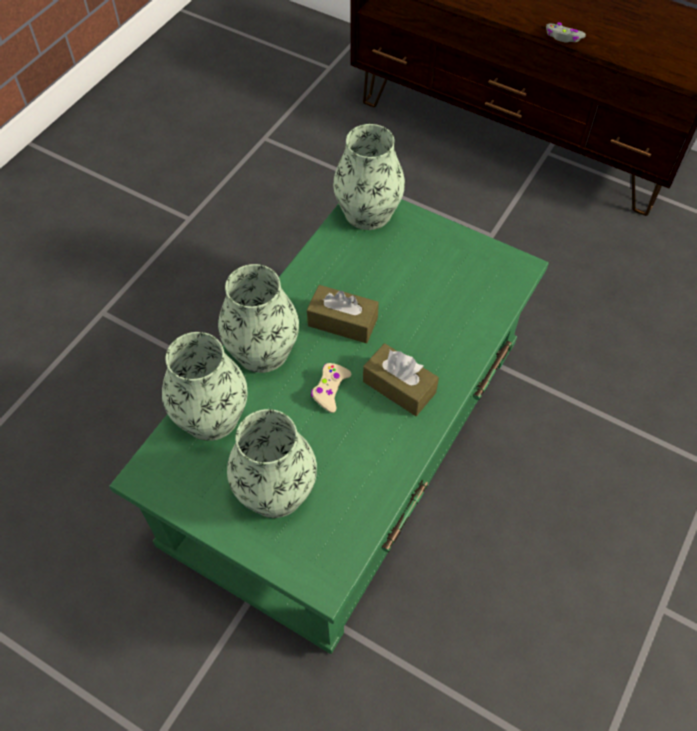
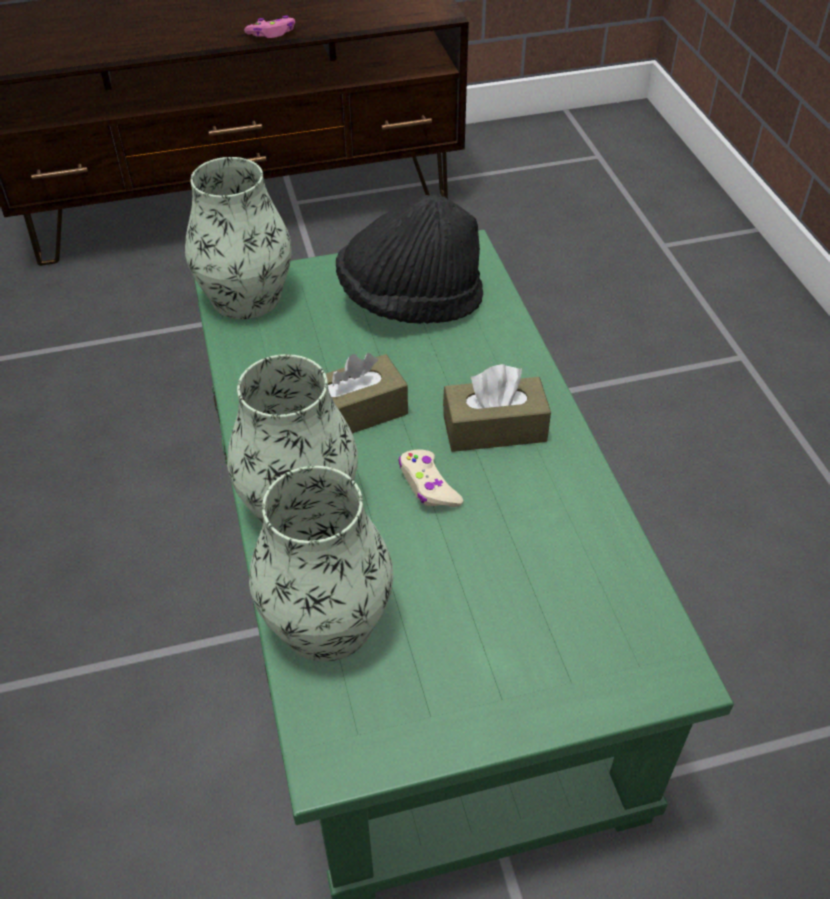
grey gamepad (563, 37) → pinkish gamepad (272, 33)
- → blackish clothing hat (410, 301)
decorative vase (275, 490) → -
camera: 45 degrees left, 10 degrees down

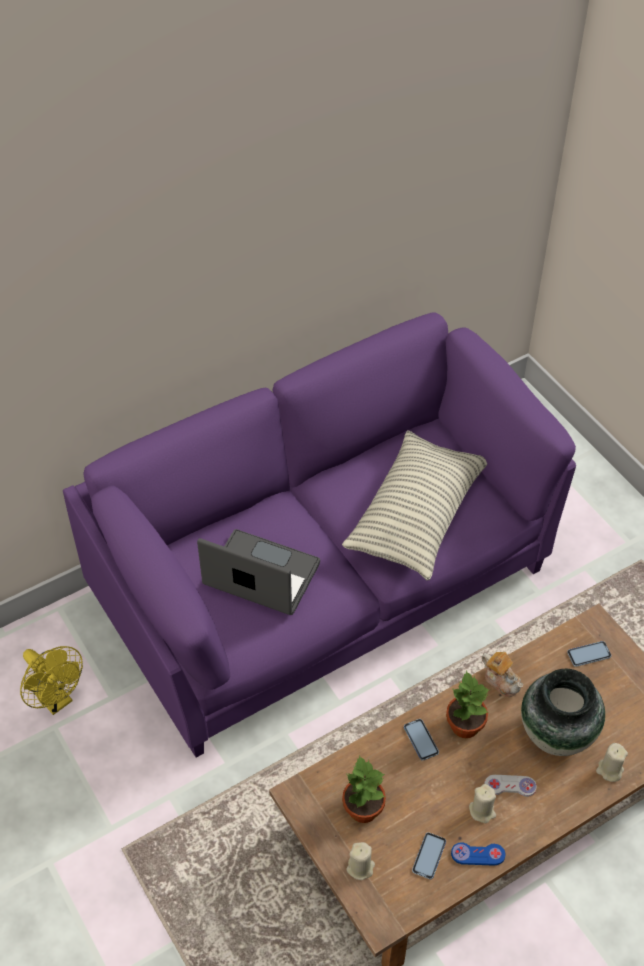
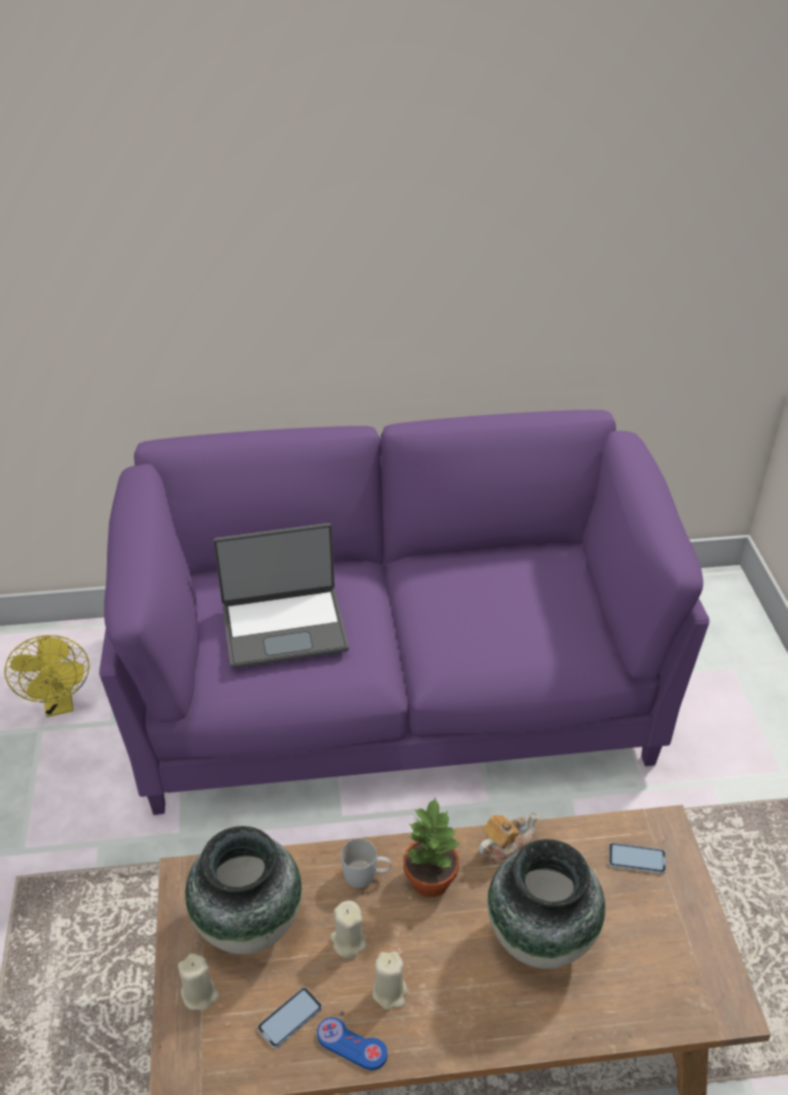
plant in a pot (362, 808) → decorative vase (248, 924)
laptop (260, 576) → laptop (284, 627), 120 degrees clockwise
beige candle (609, 770) → beige candle (348, 942), move
handset (421, 740) → white-coloured coffee mug (366, 875)
tea pot (501, 680) → tea pot (506, 846), 105 degrees counterclockwise
pillow (416, 517) → -
white-coloured gamepad (510, 786) → -
camera: 25 degrees right, 10 degrees down

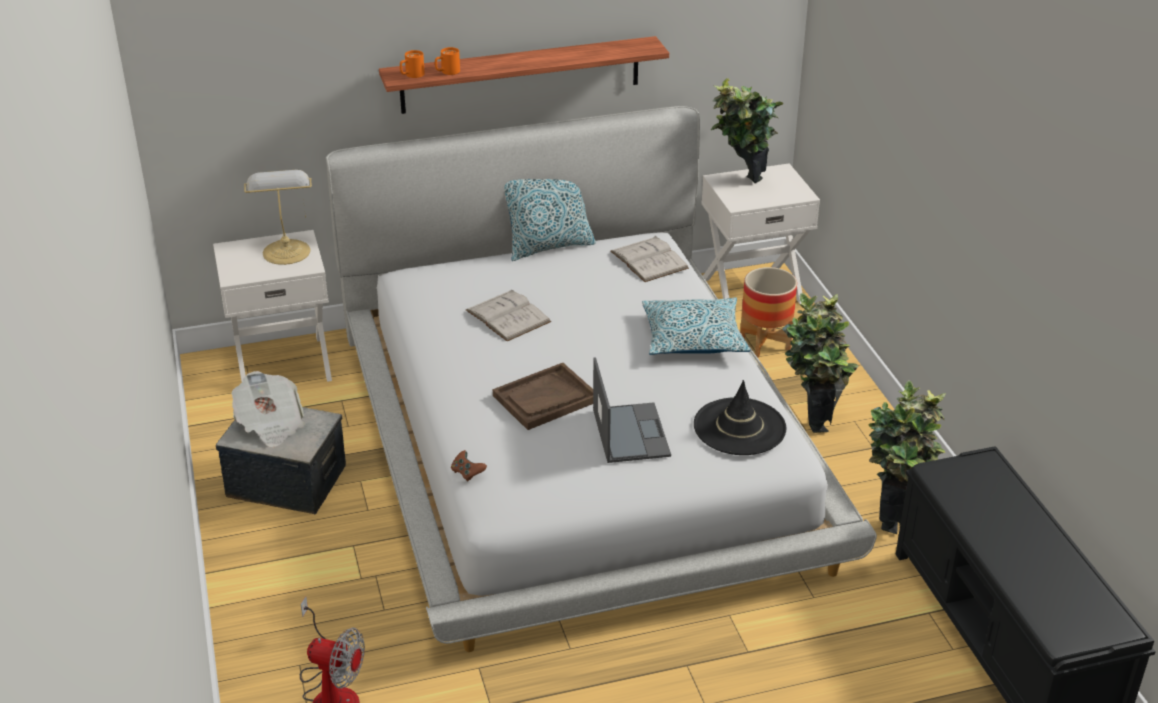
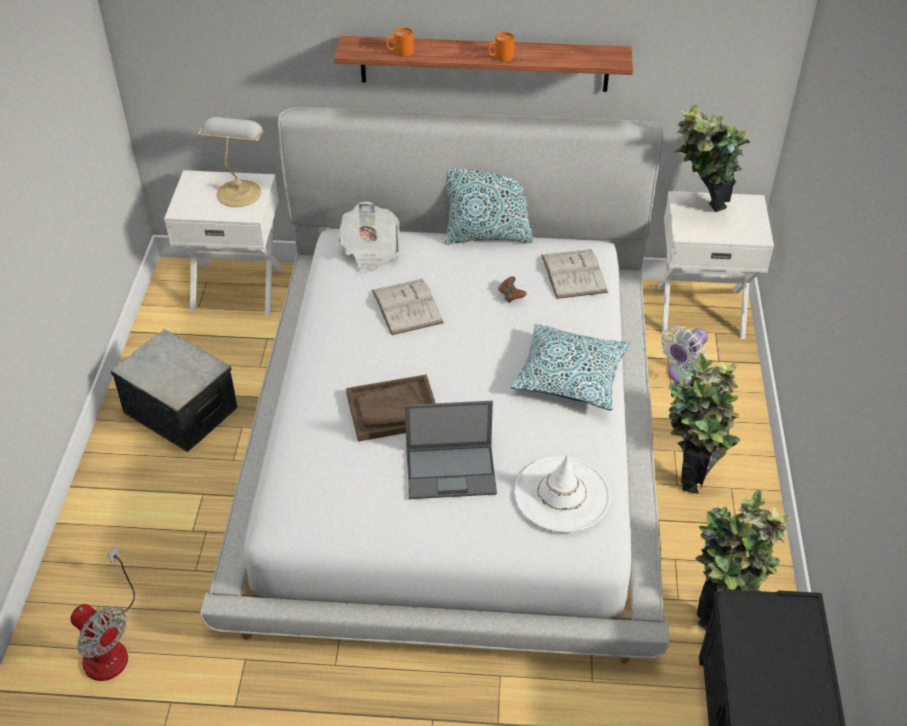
printed paper (270, 424) → printed paper (370, 251), move
laptop (630, 432) → laptop (452, 471), 75 degrees clockwise
orange coffee mug (411, 75) → orange coffee mug (500, 57), move
brown-coloured gamepad (467, 473) → brown-coloured gamepad (511, 295), move
blackish clothing hat (739, 427) → white-coloured clothing hat (561, 494)
planter (765, 343) → white-coloured fan (684, 375)
camera: 20 degrees right, 10 degrees up

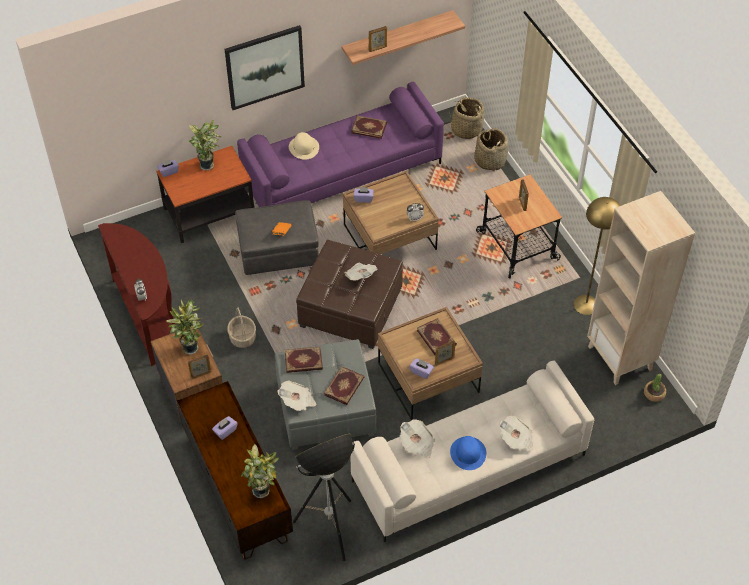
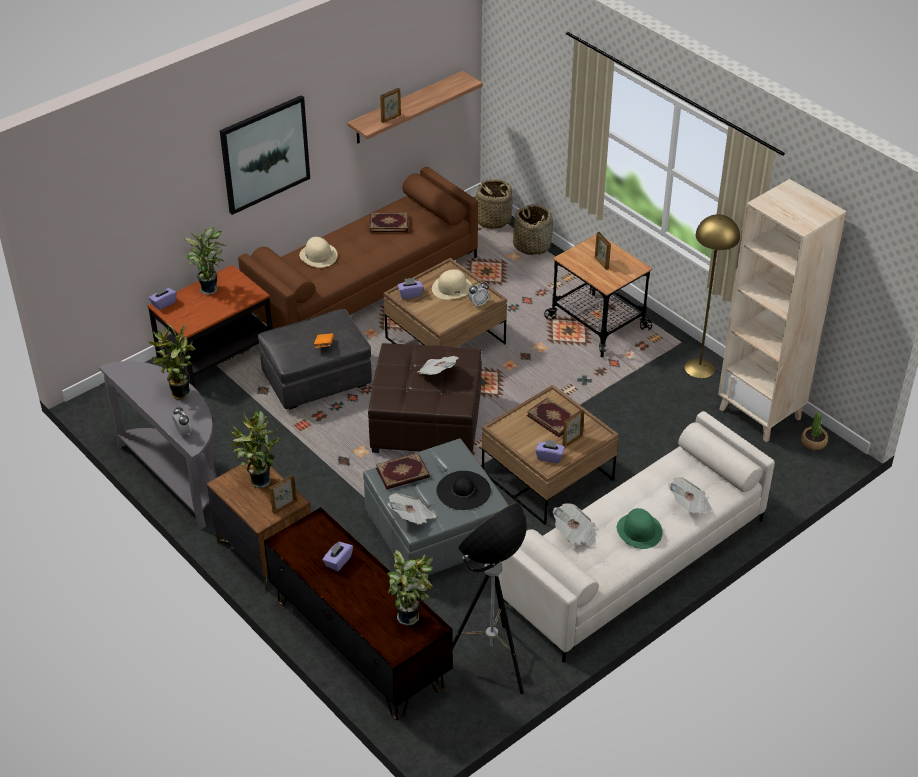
brown-coloured hall table (148, 316) → grey hall table (177, 477)
- → plant in a pot (178, 393)
purple-coloured sofa (342, 172) → brown-coloured sofa (364, 286)
- → beige clothing hat (452, 288)
book (344, 387) → blackish clothing hat (463, 490)
bluish clothing hat (468, 453) → green clothing hat (639, 530)
household basket (242, 337) → -
camera: 15 degrees left, 10 degrees down

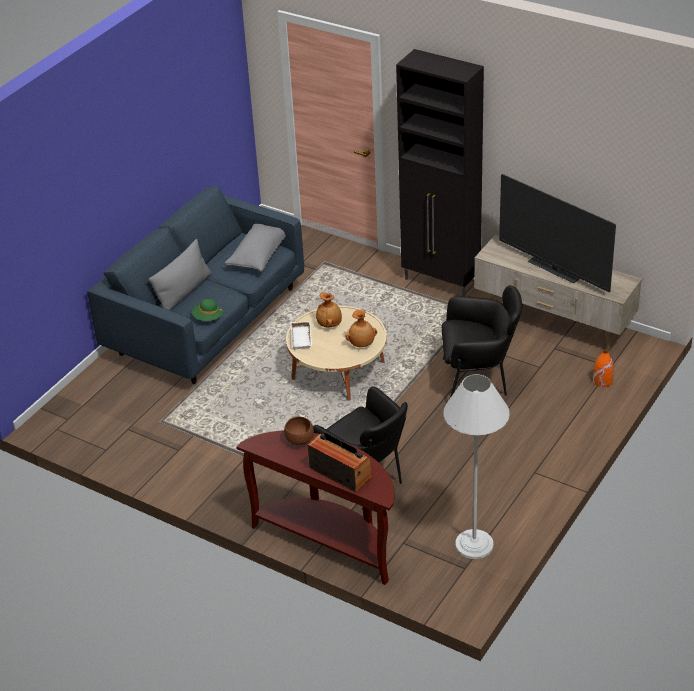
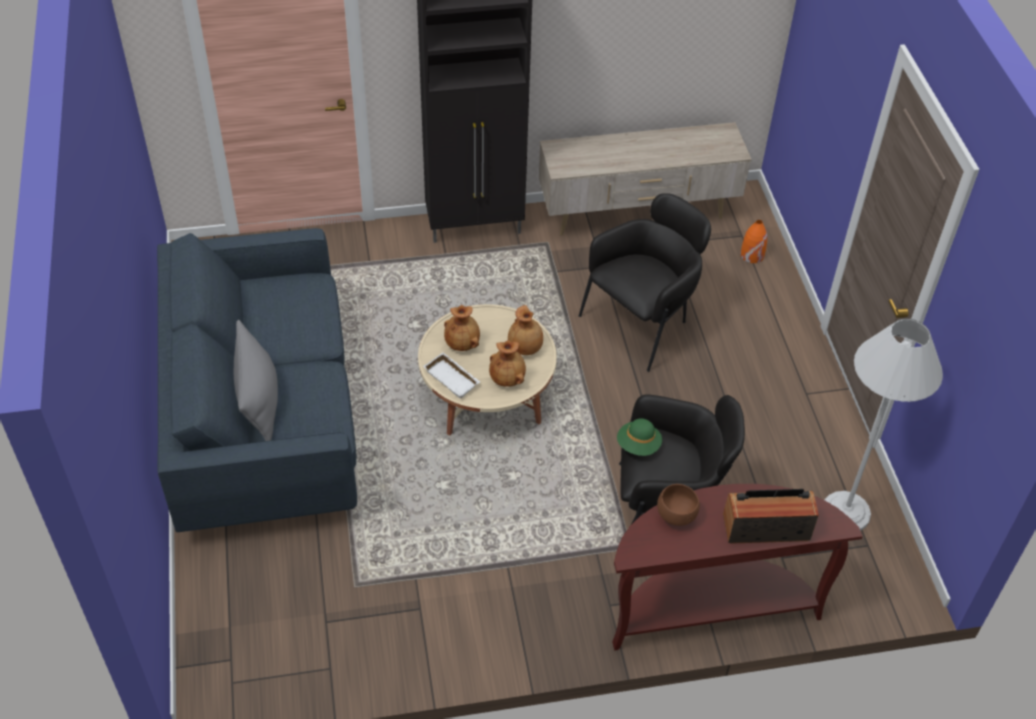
- → brown-coloured decorative vase (507, 378)
green clothing hat (208, 318) → green clothing hat (638, 445), move
grey pillow (259, 255) → -
television (554, 270) → -
camera: 45 degrees left, 10 degrees up

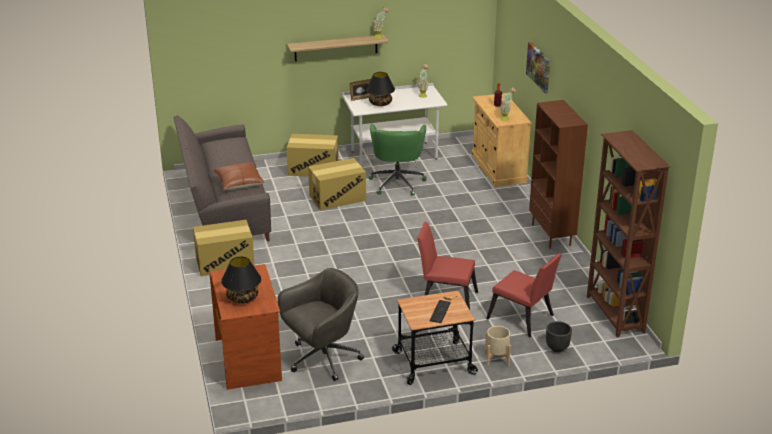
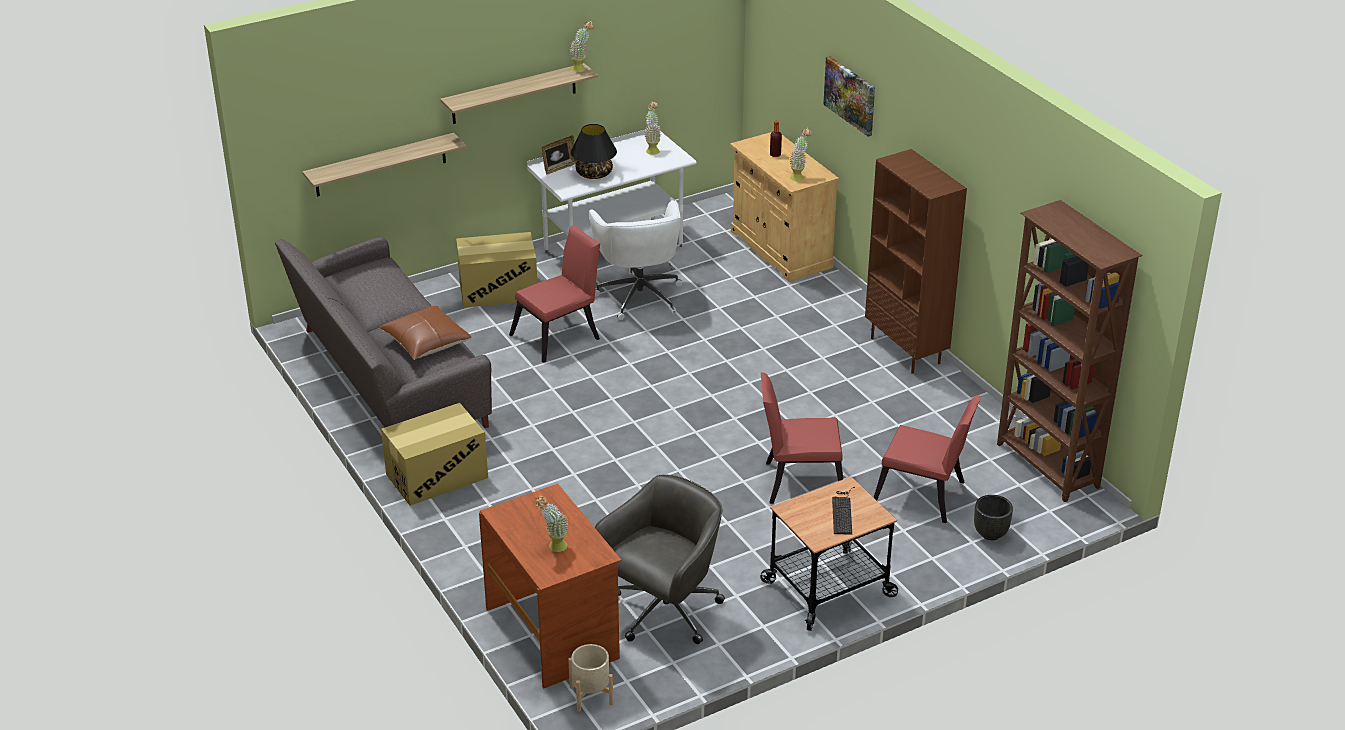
- → shelf (380, 165)
carton (337, 198) → red upright chair (560, 335)
blackish lamp for a table (242, 298) → plant in a pot (553, 547)
beige planter (497, 359) → beige planter (591, 695), move
green desk chair (397, 182) → white-coloured desk chair (639, 295)
camera: 15 degrees left, 5 degrees up

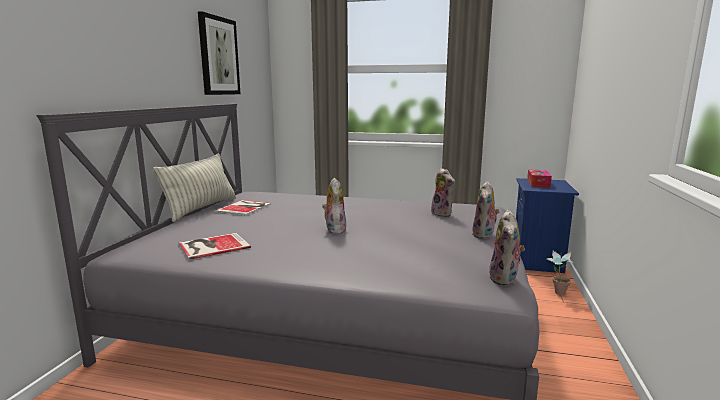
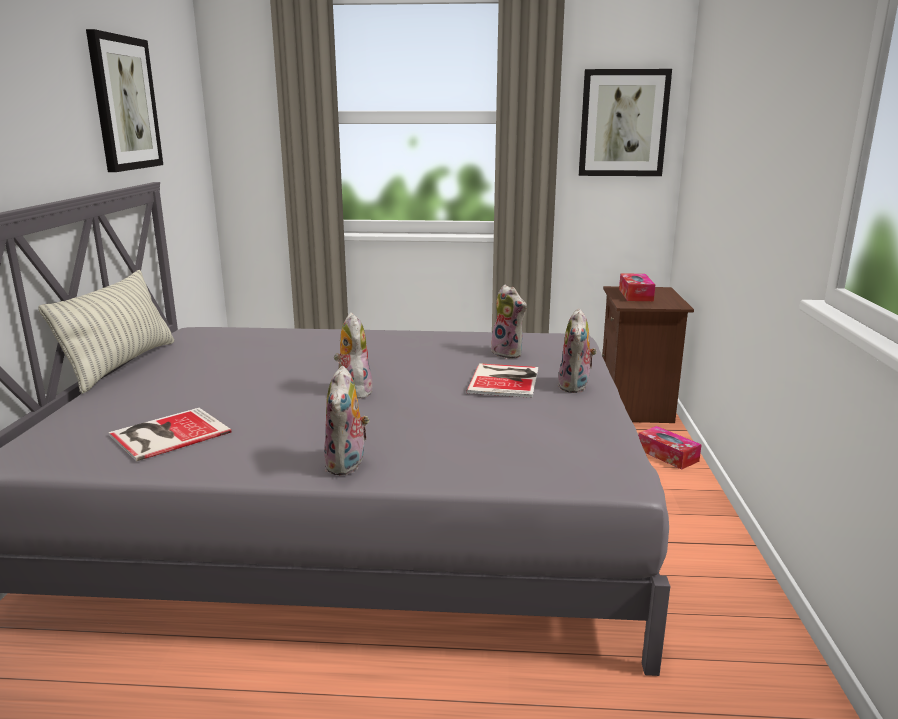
plush toy (505, 279) → plush toy (348, 465), move
book (245, 208) → book (506, 380), move
- → wall art (623, 123)
bluish night table (538, 261) → brown-coloured night table (637, 407)
plant in a pot (556, 293) → tissue holder (667, 455)
camera: 10 degrees left, 5 degrees up

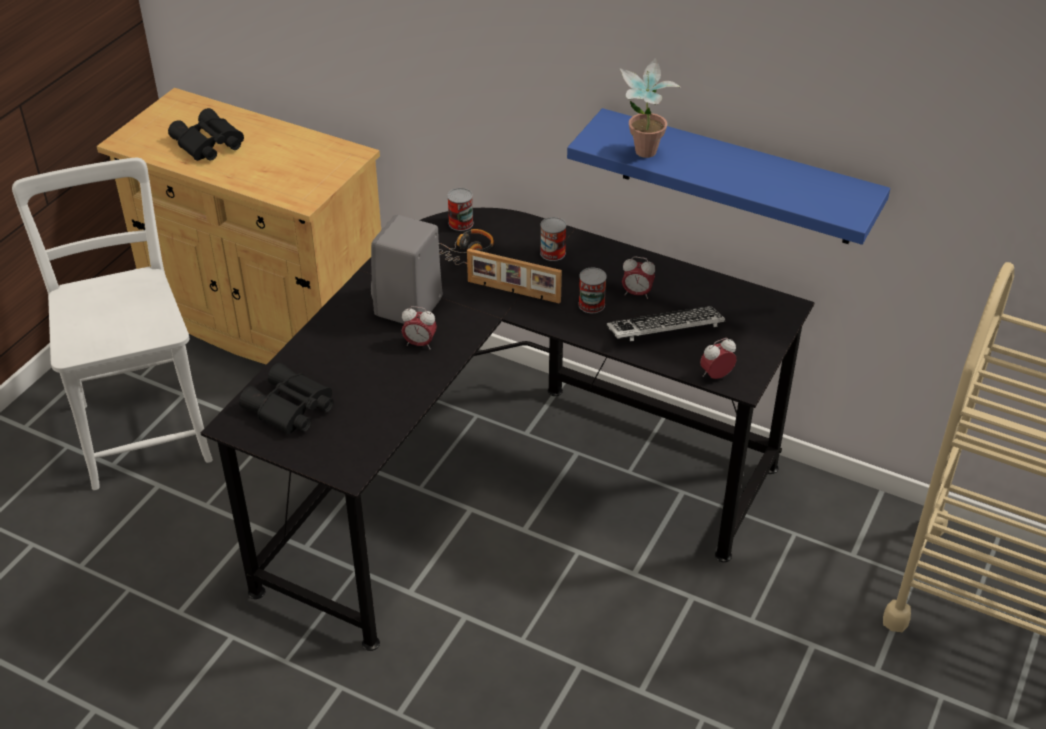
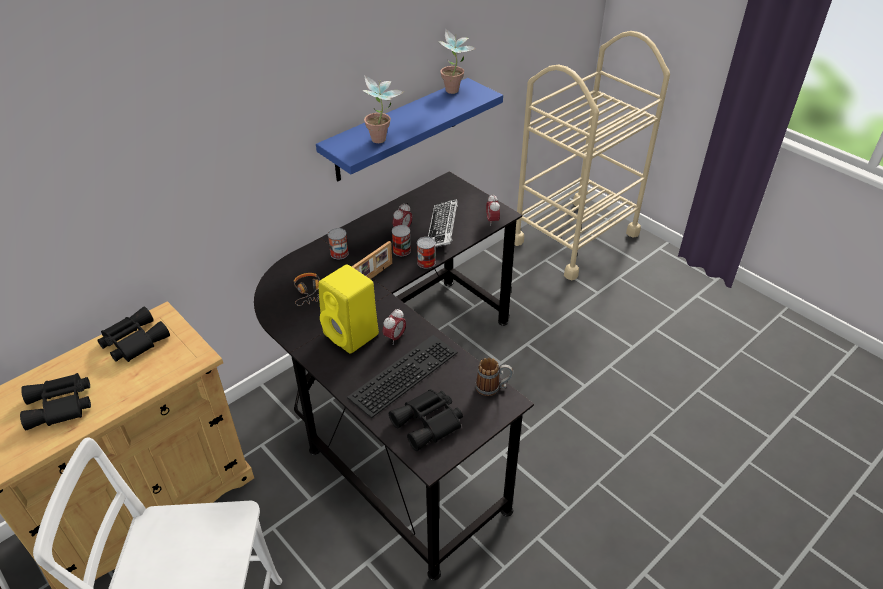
- → blackish pair of binoculars (133, 341)
grey audio speaker (408, 308) → yellow-coloured audio speaker (352, 335)
- → keyboard (403, 372)
can (461, 223) → can (426, 262), move
- → plant in a pot (454, 92)
- → coffee mug (493, 387)
camera: 70 degrees left, 0 degrees up

